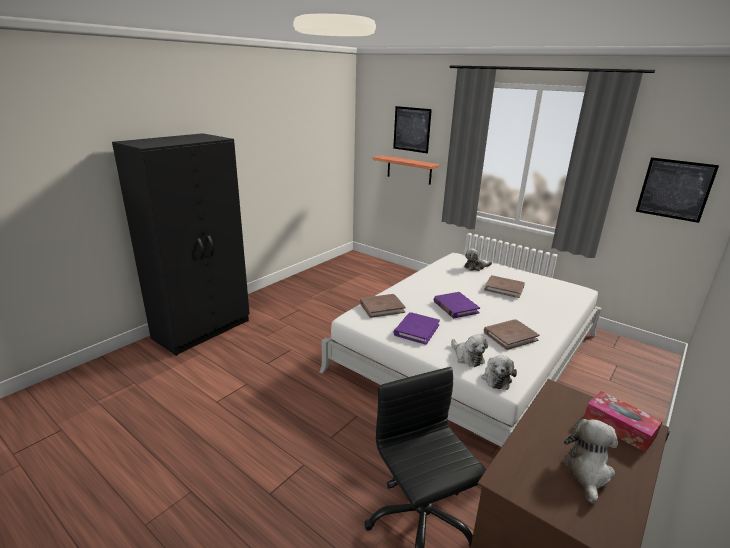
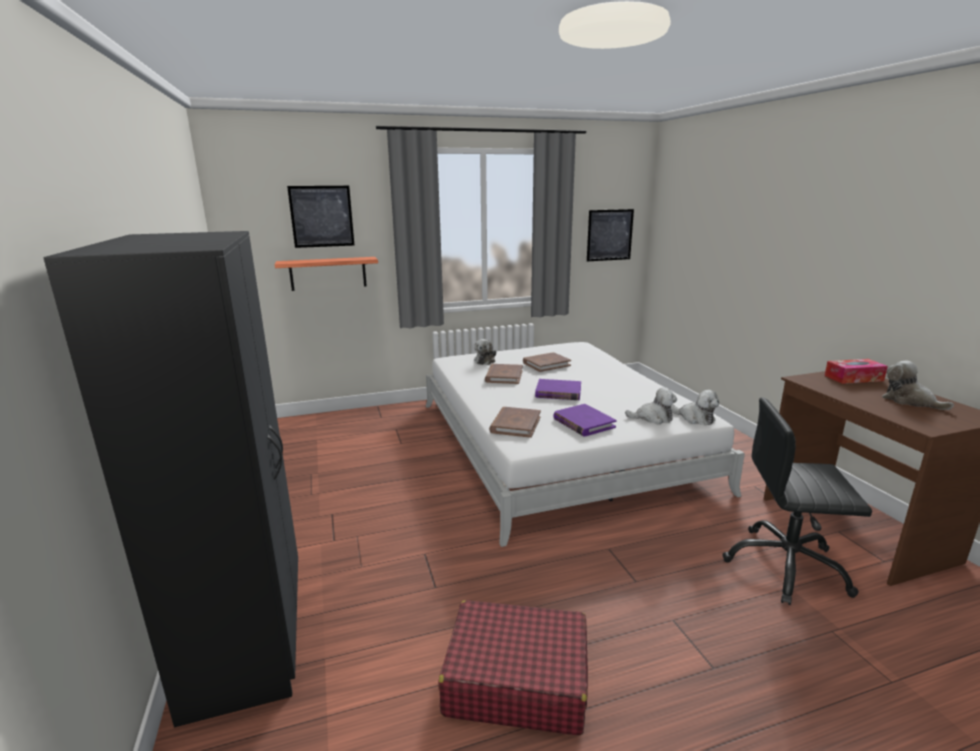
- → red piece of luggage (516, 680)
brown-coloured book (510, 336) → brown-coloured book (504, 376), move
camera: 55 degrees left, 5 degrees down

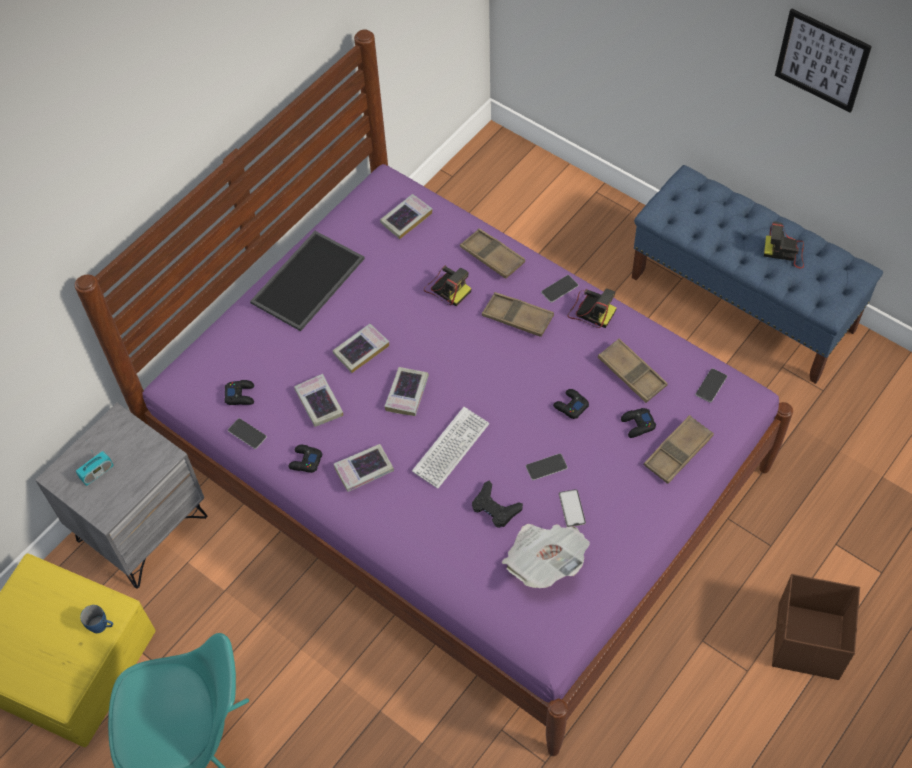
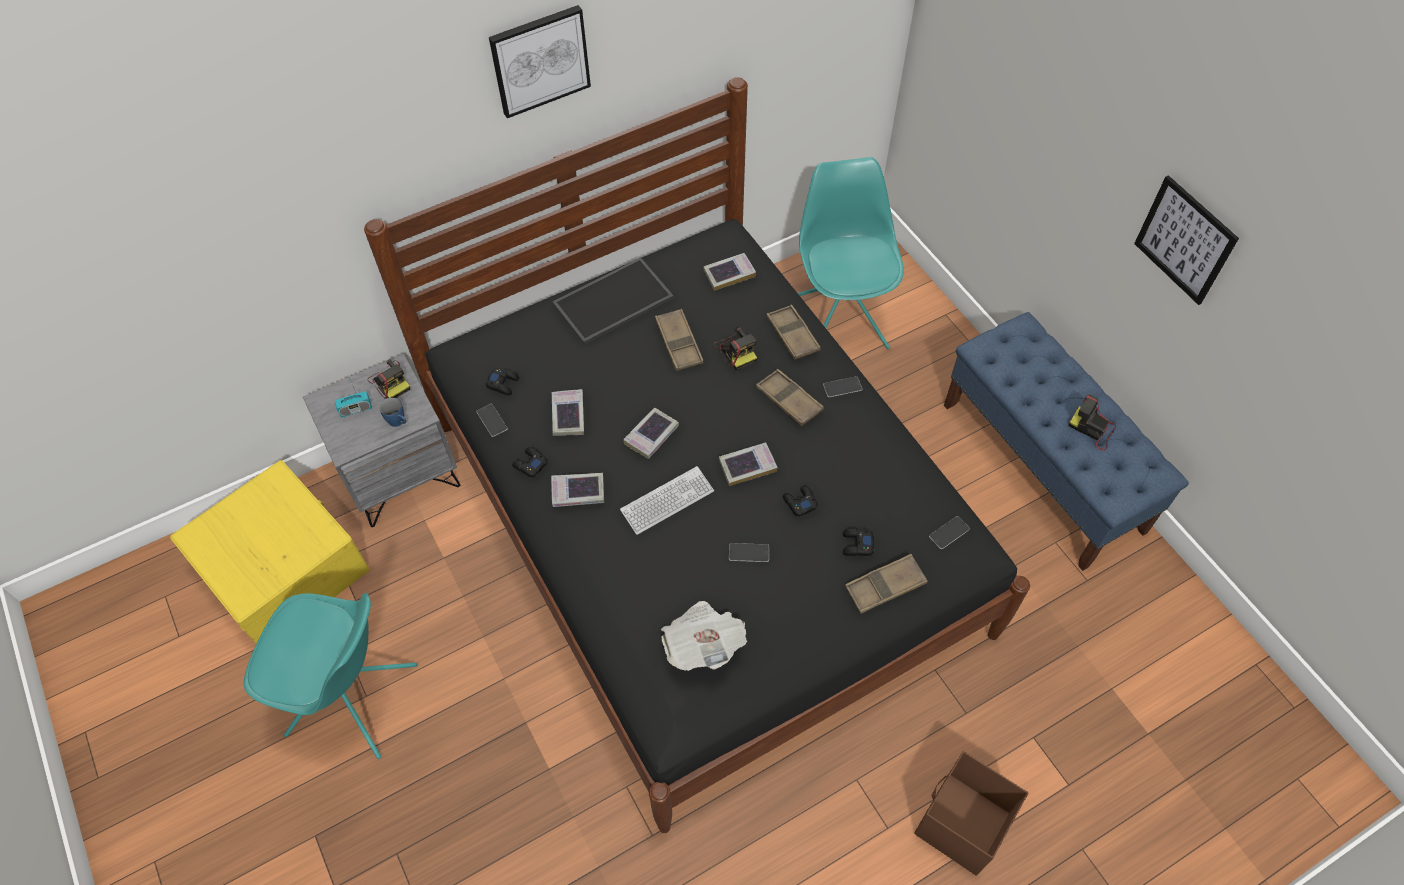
purple-coloured bedroom bed (461, 466) → blackish bedroom bed (703, 524)
photo camera (590, 311) → photo camera (390, 381), move
bluish coffee mug (102, 626) → bluish coffee mug (399, 422), move
- → wall art (540, 60)
brown-coloured carrying tray (631, 373) → brown-coloured carrying tray (679, 343), move
book (361, 350) → book (747, 466), move
- → blue-green upright chair (839, 320)
blackish gamepad (495, 508) → -
handset (572, 508) → -
camera: 20 degrees right, 0 degrees up

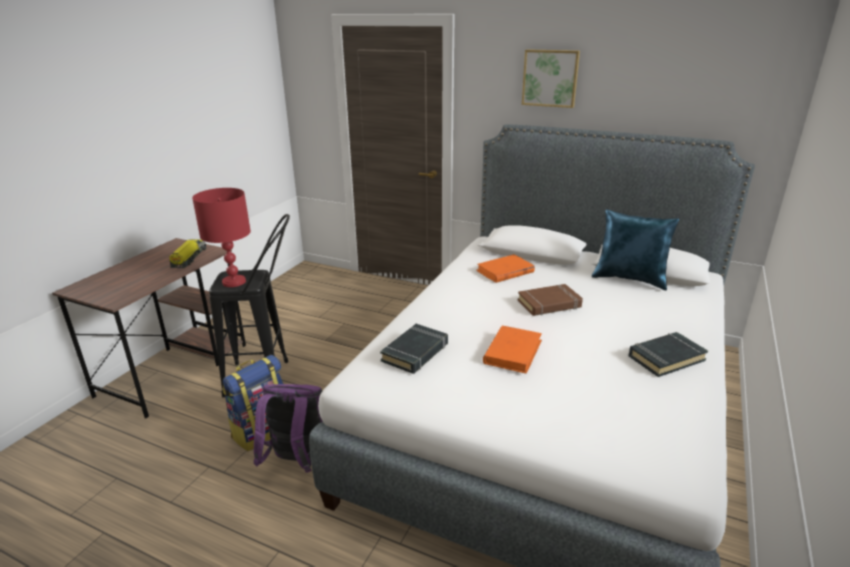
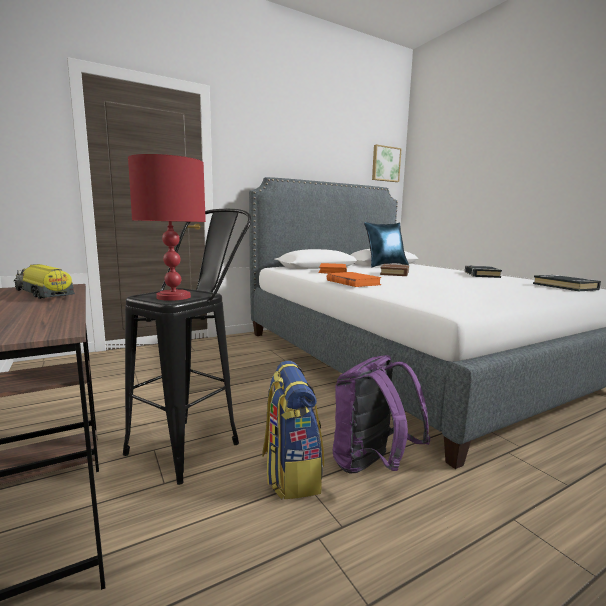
orange book (513, 352) → orange book (353, 282), move
wall art (550, 78) → wall art (385, 164), move
blackish book (415, 352) → blackish book (565, 287), move
camera: 55 degrees left, 15 degrees down

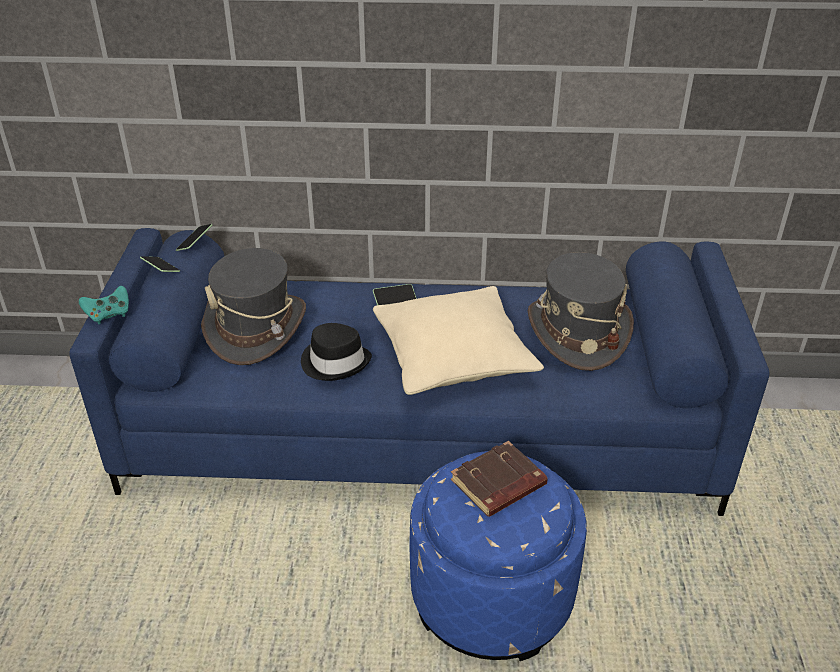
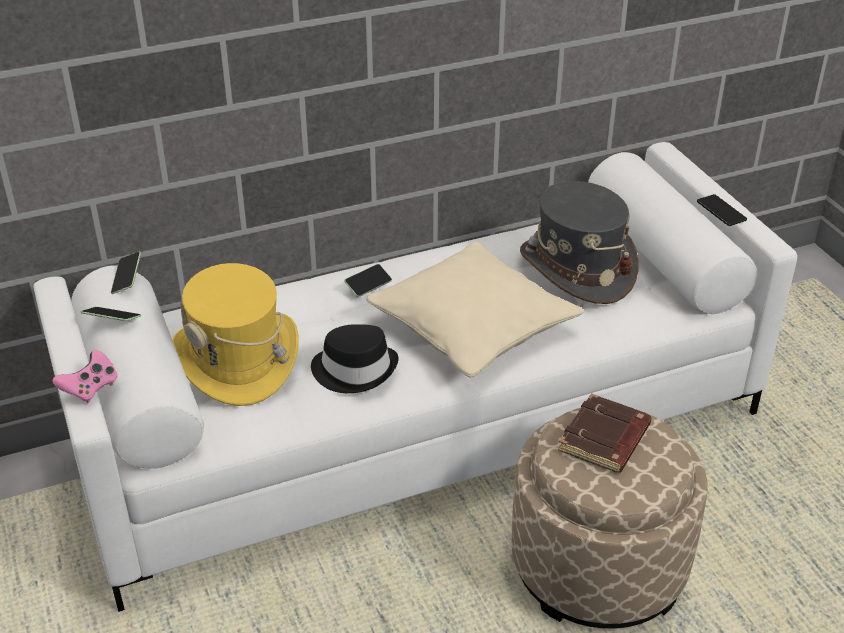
bluish sofa (422, 434) → white-coloured sofa (423, 429)
blue-green gamepad (108, 314) → pinkish gamepad (90, 388)
grey clothing hat (256, 328) → yellow-coloured clothing hat (238, 359)
bluish ottoman (491, 597) → beige ottoman (598, 566)
- → handset (721, 211)
camera: 25 degrees left, 0 degrees up

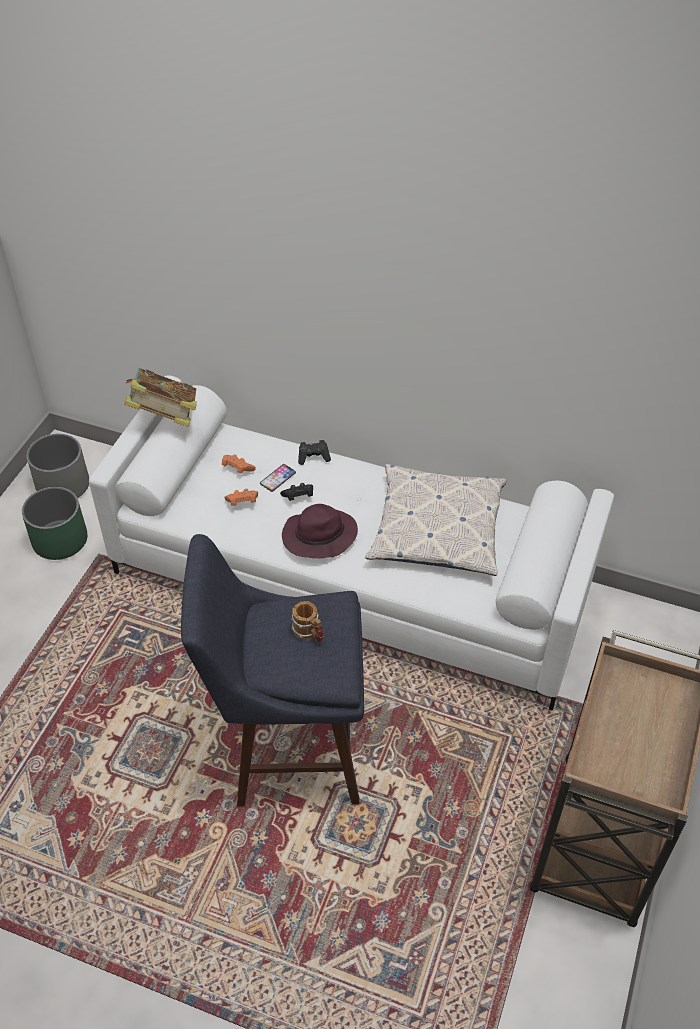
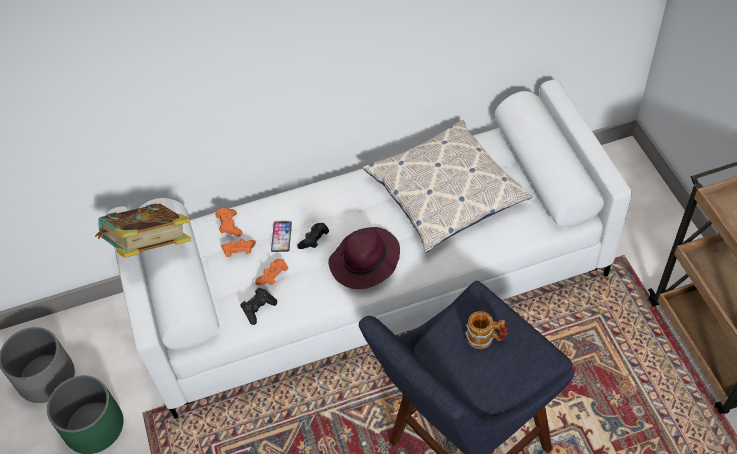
- → orange gamepad (229, 226)
blackish gamepad (313, 457) → blackish gamepad (258, 309), move
camera: 35 degrees left, 5 degrees up

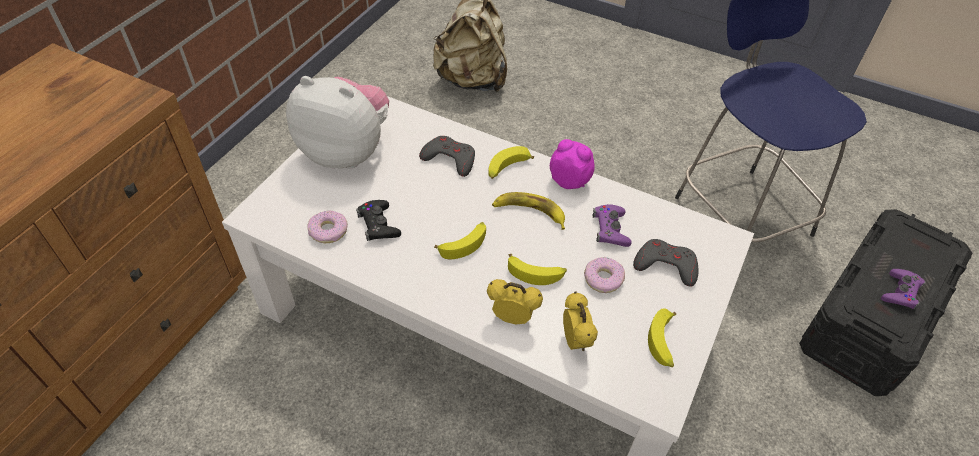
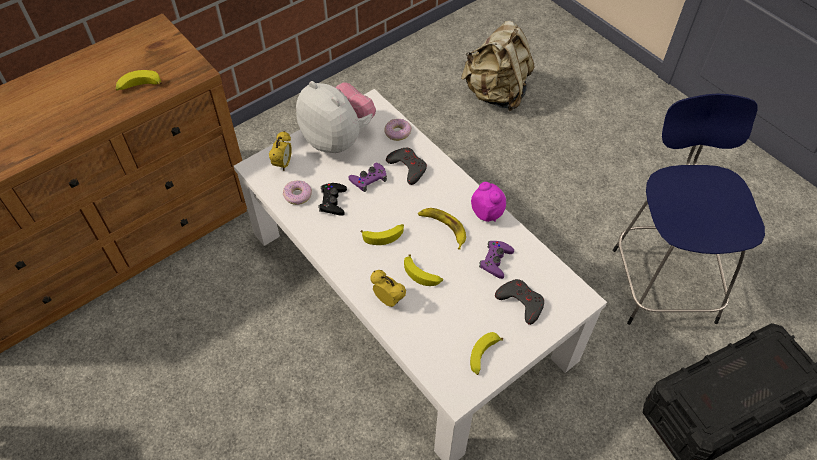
whole banana (507, 168) → whole banana (139, 87), move
alarm clock (575, 341) → alarm clock (283, 164), move
purple-coloured gamepad (900, 292) → purple-coloured gamepad (368, 179), move
doughnut (603, 279) → doughnut (397, 132), move
camera: 25 degrees right, 5 degrees up

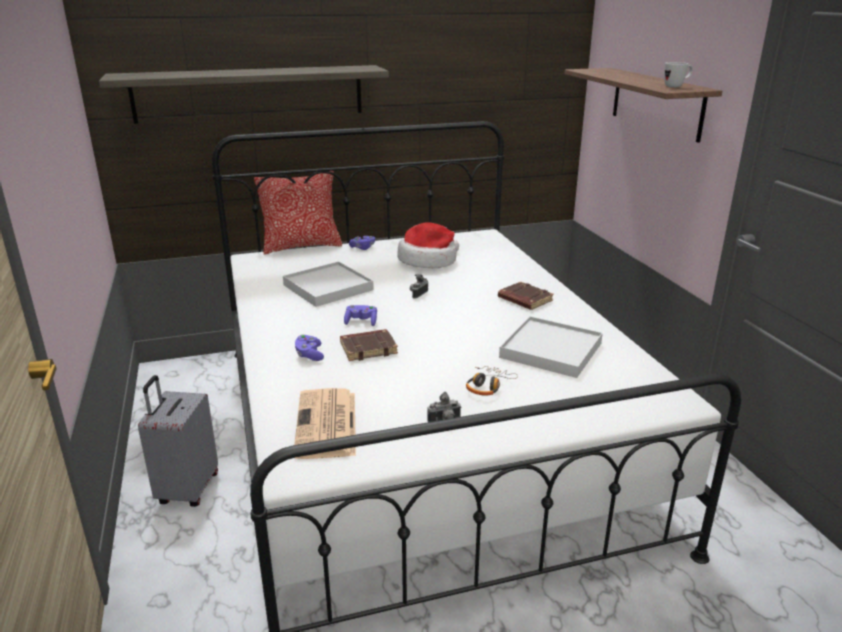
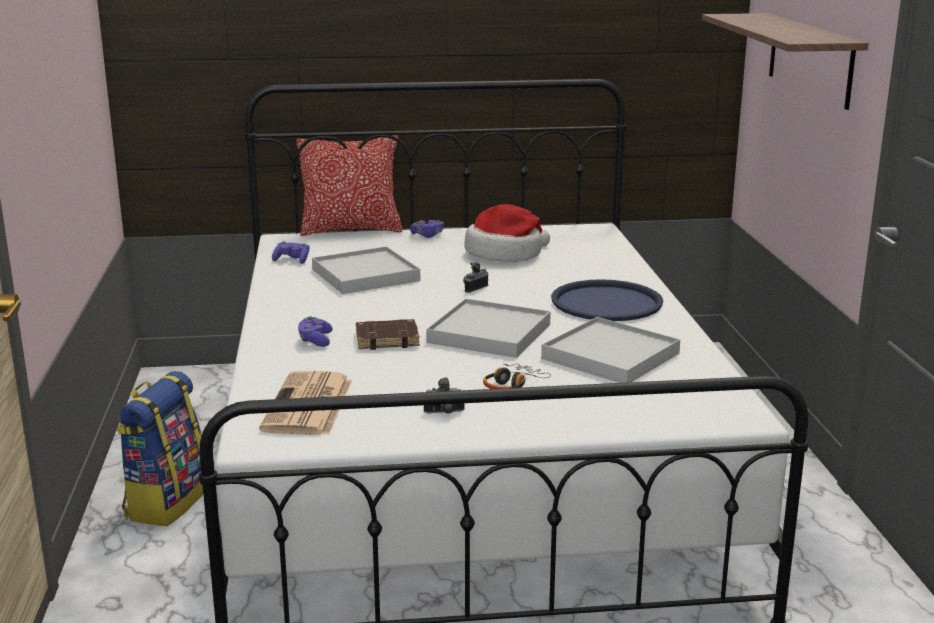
grey piece of luggage (187, 489) → rucksack (166, 502)
purple-coloured gamepad (361, 322) → purple-coloured gamepad (292, 260), move
- → white-coloured carrying tray (490, 333)
brown-coloured book (524, 300) → bluish carrying tray (606, 302)
shelf (249, 93) → -
white-coloured coffee mug (676, 86) → -
camera: 10 degrees right, 5 degrees down

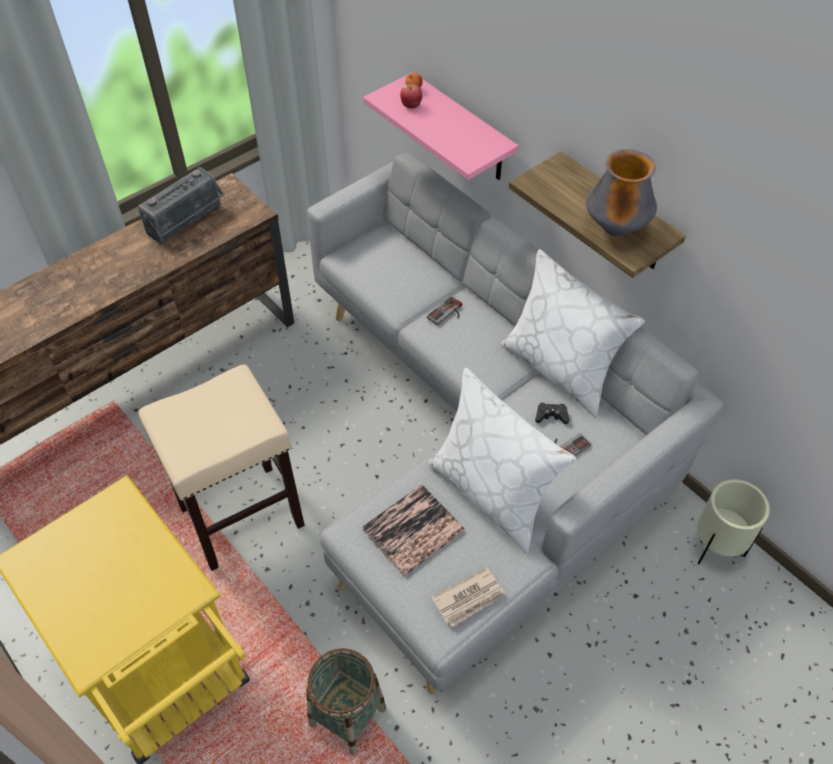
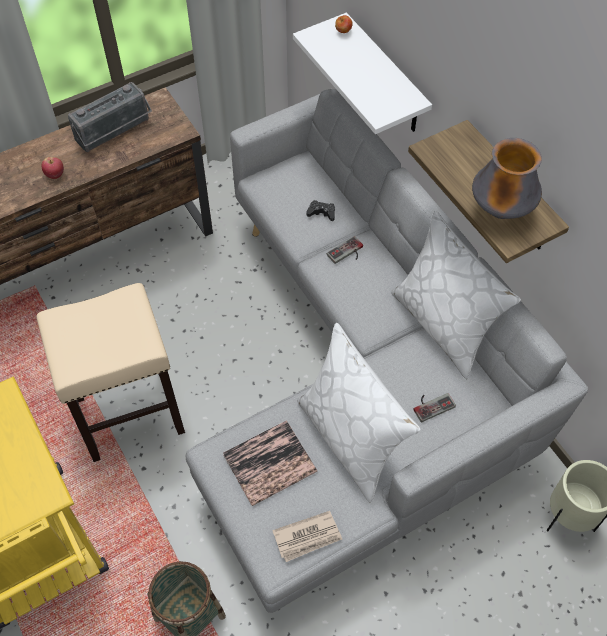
apple fruit (411, 105) → apple fruit (55, 175), move
pinkish shelf (462, 129) → white-coloured shelf (385, 77)
blackish gamepad (551, 416) → blackish gamepad (321, 213), move
camera: 10 degrees right, 5 degrees up

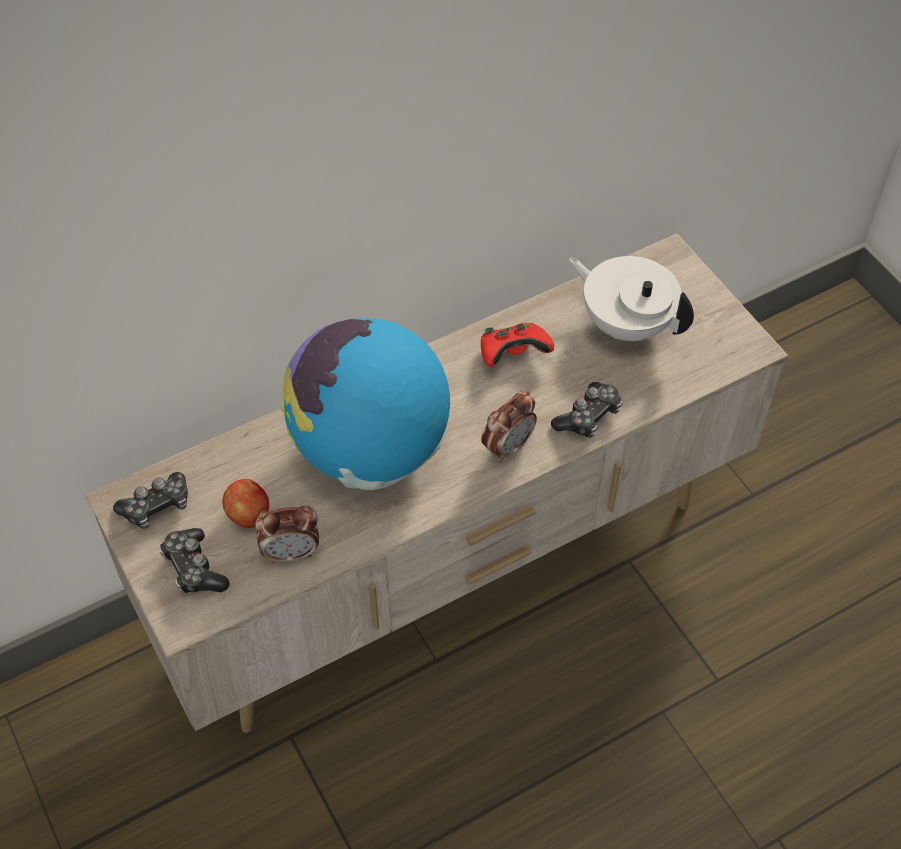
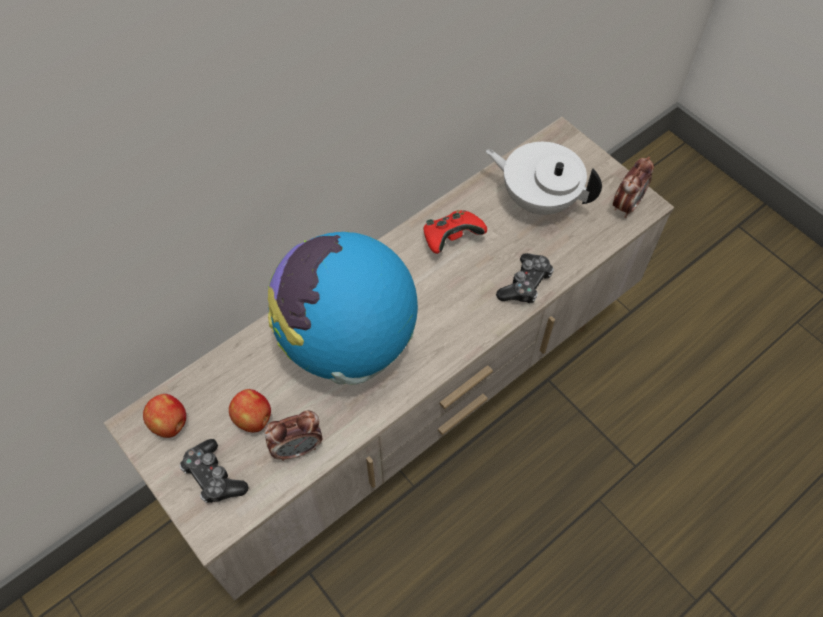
gamepad (157, 506) → apple fruit (170, 424)
alarm clock (508, 447) → alarm clock (626, 205), move
camera: 10 degrees left, 5 degrees up

